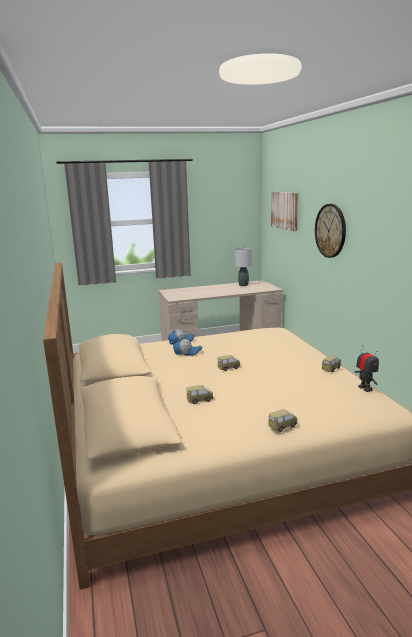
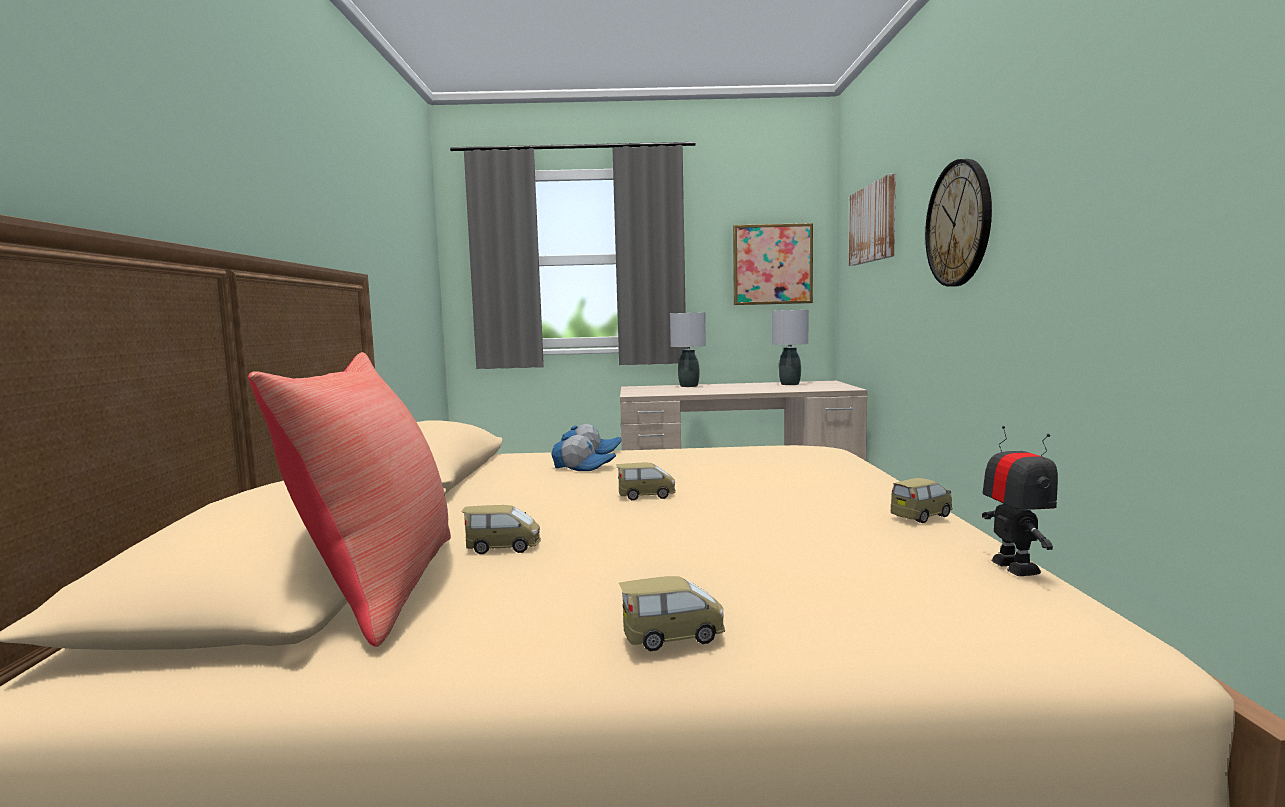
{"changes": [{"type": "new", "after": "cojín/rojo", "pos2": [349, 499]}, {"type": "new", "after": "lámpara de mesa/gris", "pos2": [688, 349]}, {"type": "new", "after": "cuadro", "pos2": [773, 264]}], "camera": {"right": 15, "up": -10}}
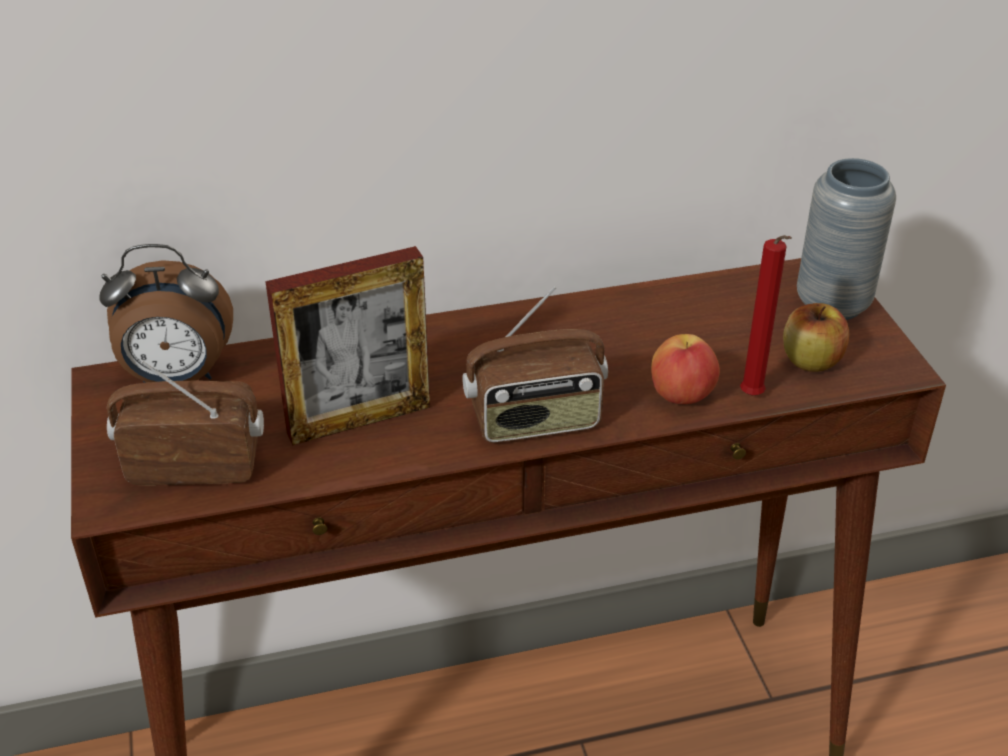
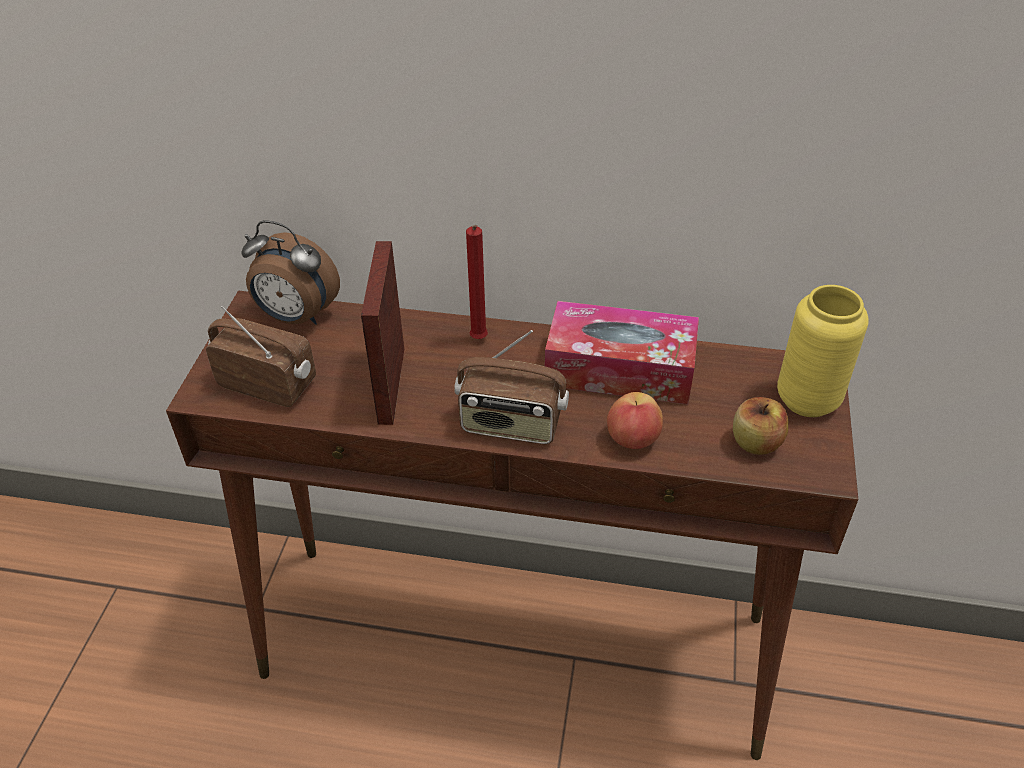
{"changes": [{"type": "new", "after": "caja de pañuelos", "pos2": [622, 352]}, {"type": "shifted", "before": "vela/rojo", "pos1": [766, 315], "pos2": [477, 282]}, {"type": "repainted", "before": "florero/gris", "after": "florero/amarillo", "pos1": [846, 239], "pos2": [823, 351]}, {"type": "rotated", "before": "portarretratos", "pos1": [347, 345], "pos2": [382, 333], "turn": 90}], "camera": {"right": 25, "up": 5}}
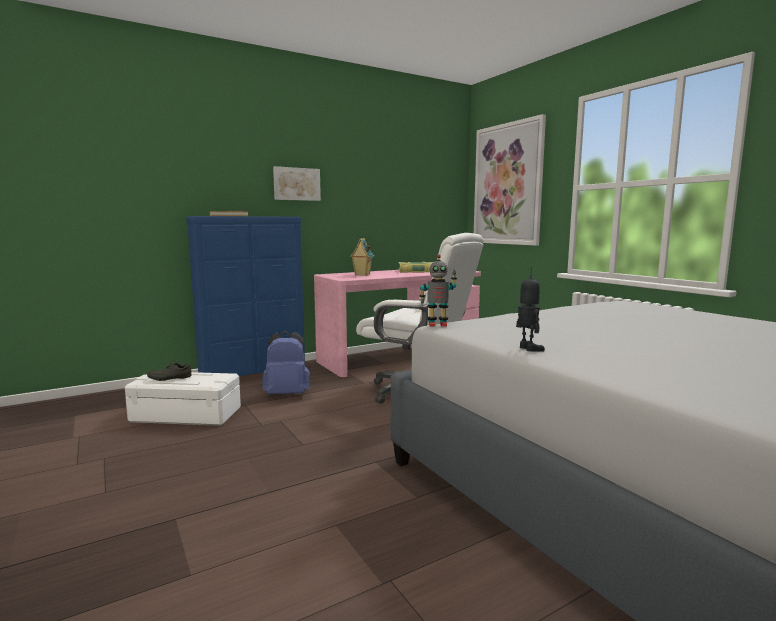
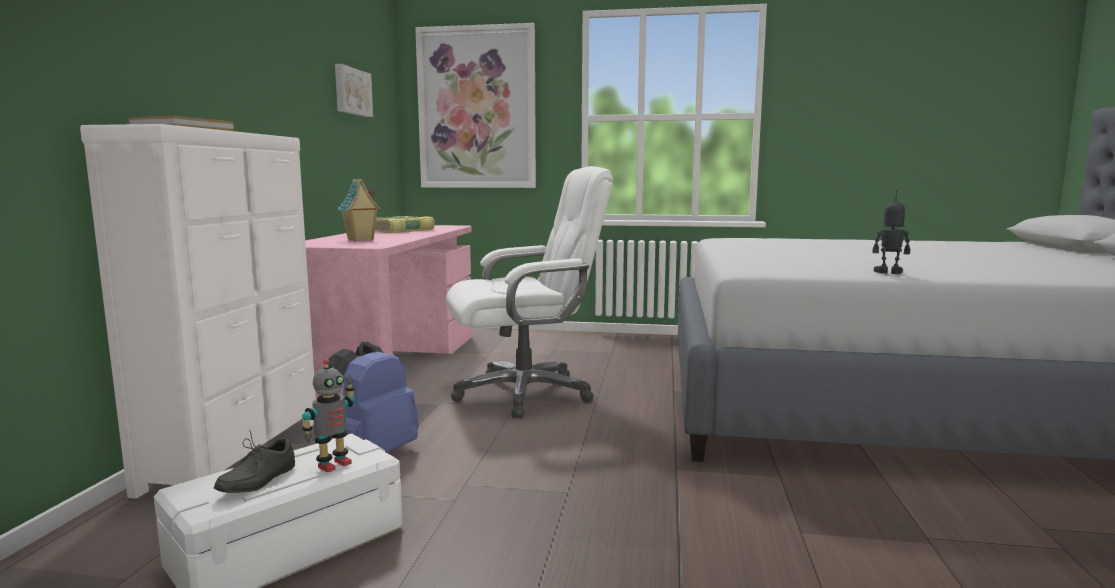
{"changes": [{"type": "shifted", "before": "cuadro", "pos1": [297, 183], "pos2": [354, 90]}, {"type": "shifted", "before": "robot de juguete", "pos1": [438, 290], "pos2": [328, 415]}, {"type": "repainted", "before": "cómoda/azul", "after": "cómoda/blanco", "pos1": [245, 296], "pos2": [198, 311]}], "camera": {"right": -50, "up": 0}}
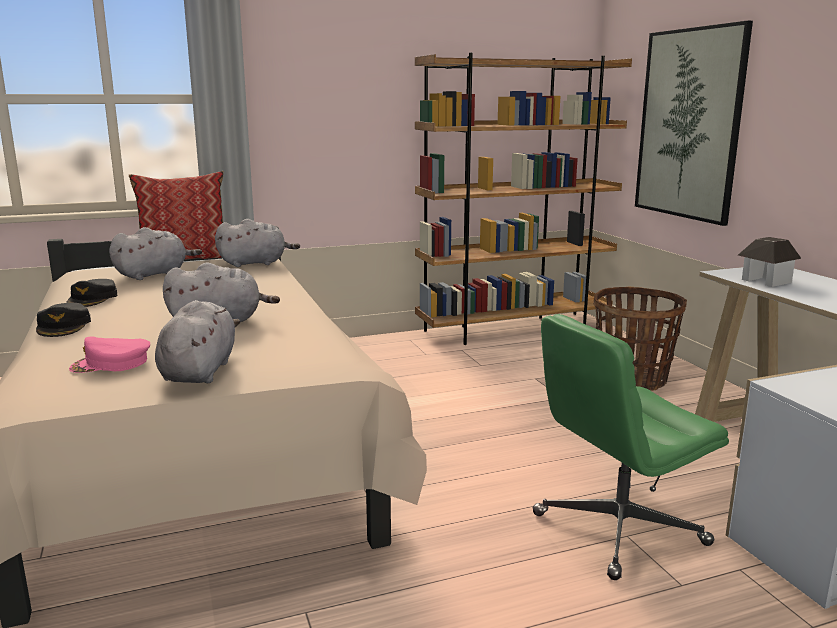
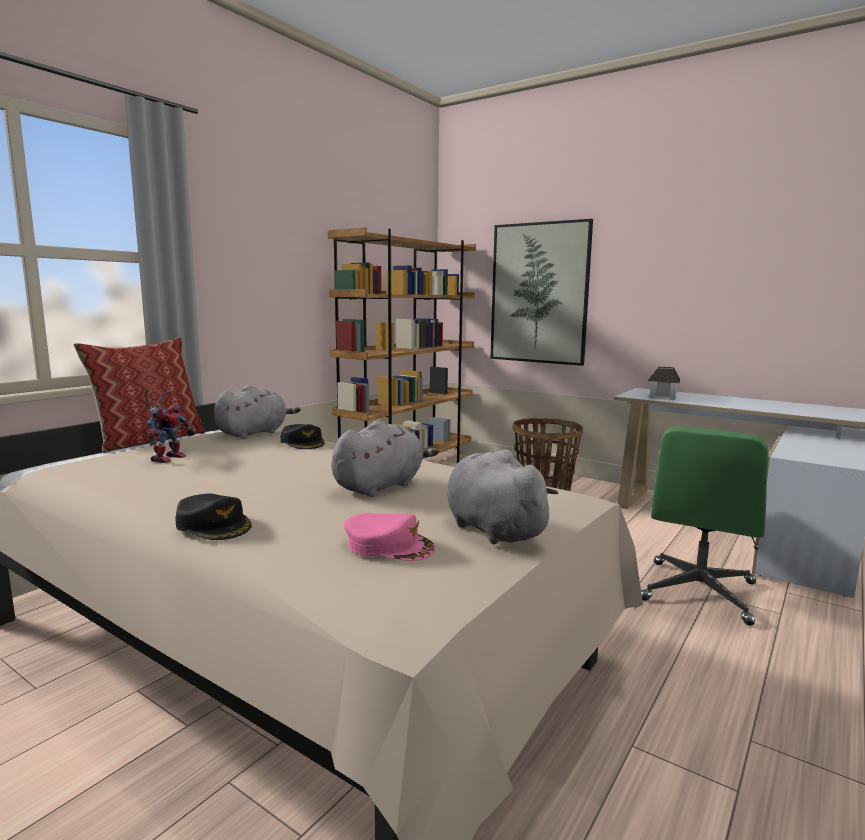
{"changes": [{"type": "shifted", "before": "gorra/negro", "pos1": [91, 293], "pos2": [302, 436]}, {"type": "swapped", "before": "peluche/gris", "after": "robot de juguete", "pos1": [155, 253], "pos2": [169, 426]}, {"type": "rotated", "before": "gorra/rosa", "pos1": [109, 355], "pos2": [389, 537], "turn": -105}], "camera": {"right": -35, "up": -5}}
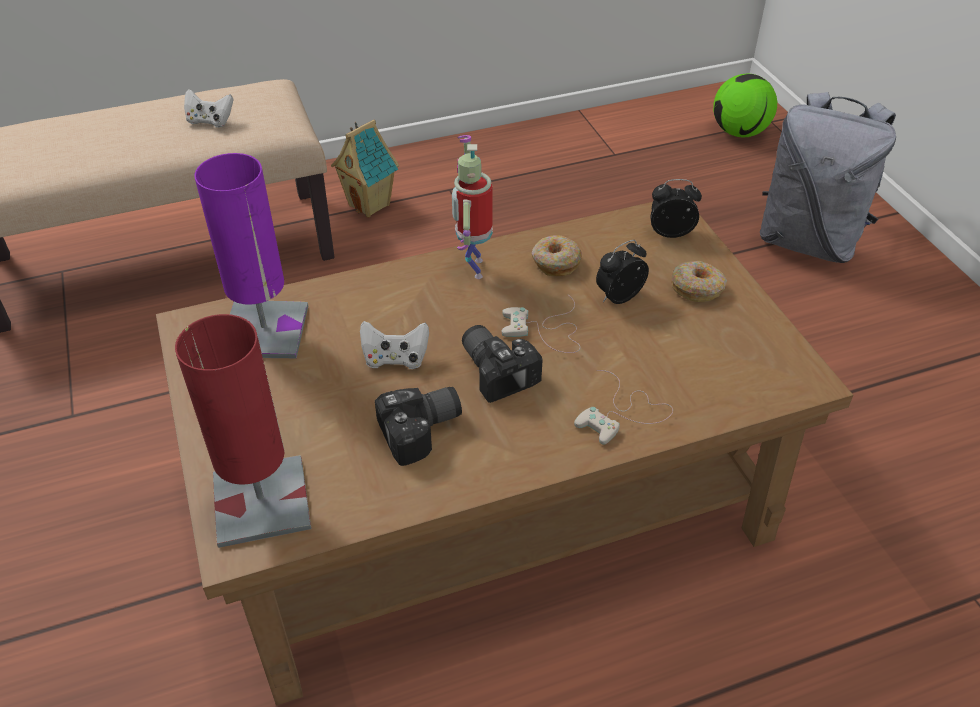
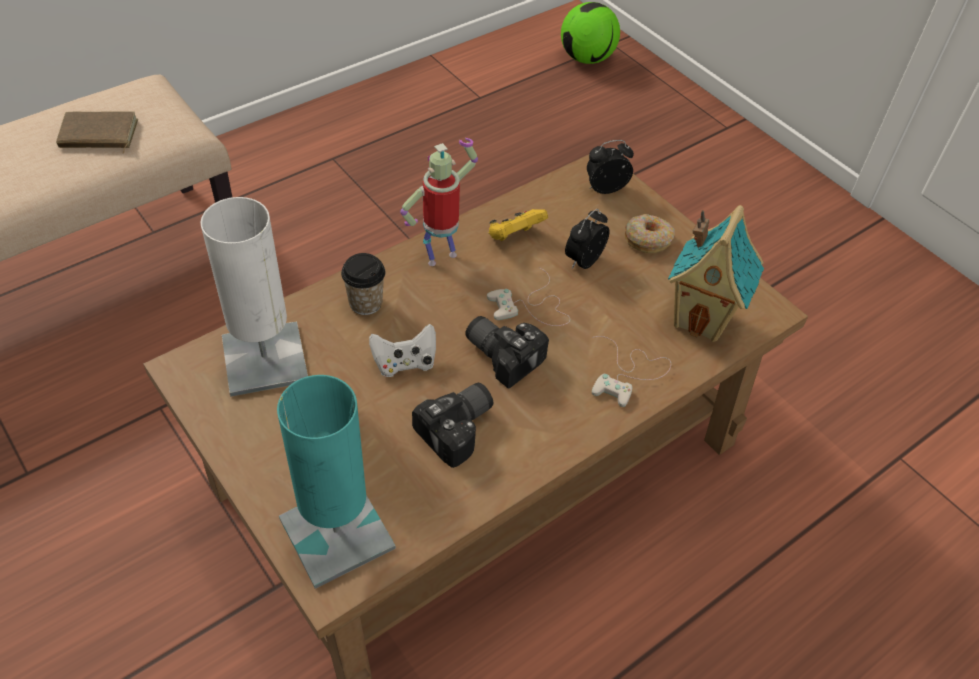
{"changes": [{"type": "gone", "before": "mochila/gris", "pos1": [828, 177]}, {"type": "new", "after": "taza", "pos2": [363, 284]}, {"type": "shifted", "before": "casita", "pos1": [365, 168], "pos2": [716, 273]}, {"type": "swapped", "before": "mando de consola/blanco", "after": "libro/marrón", "pos1": [209, 108], "pos2": [97, 132]}, {"type": "swapped", "before": "rosquilla", "after": "mando de consola/amarillo", "pos1": [557, 255], "pos2": [518, 225]}, {"type": "repainted", "before": "lámpara de mesa/rojo", "after": "lámpara de mesa/turquesa", "pos1": [243, 431], "pos2": [336, 482]}, {"type": "repainted", "before": "lámpara de mesa/morado", "after": "lámpara de mesa/blanco", "pos1": [251, 255], "pos2": [254, 297]}, {"type": "rotated", "before": "robot de juguete", "pos1": [472, 207], "pos2": [439, 202], "turn": 75}], "camera": {"right": -20, "up": 5}}
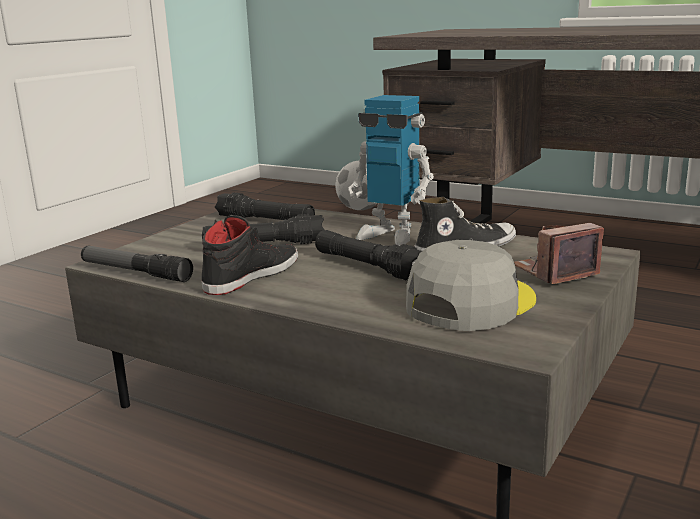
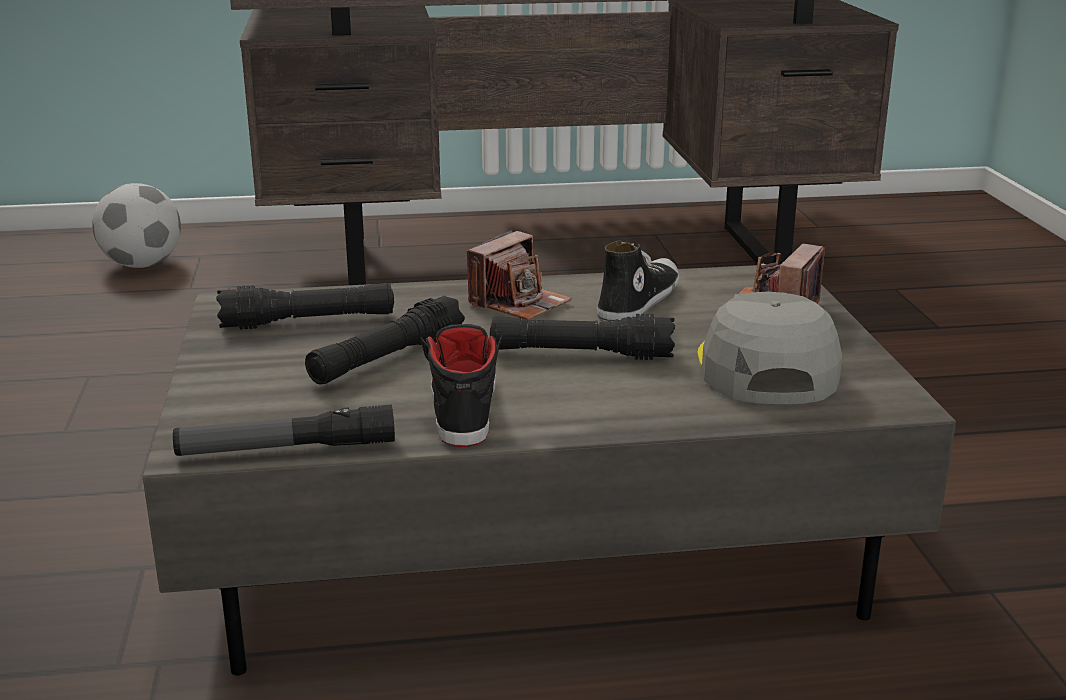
{"changes": [{"type": "swapped", "before": "robot de juguete", "after": "cámara", "pos1": [391, 170], "pos2": [519, 275]}], "camera": {"right": -40, "up": 5}}
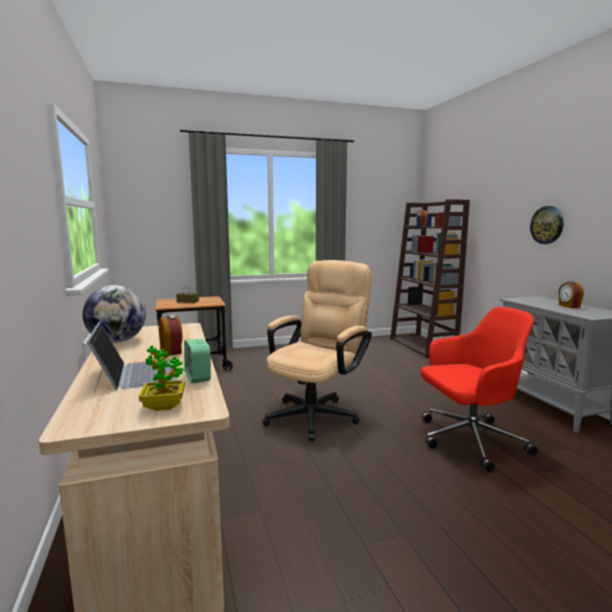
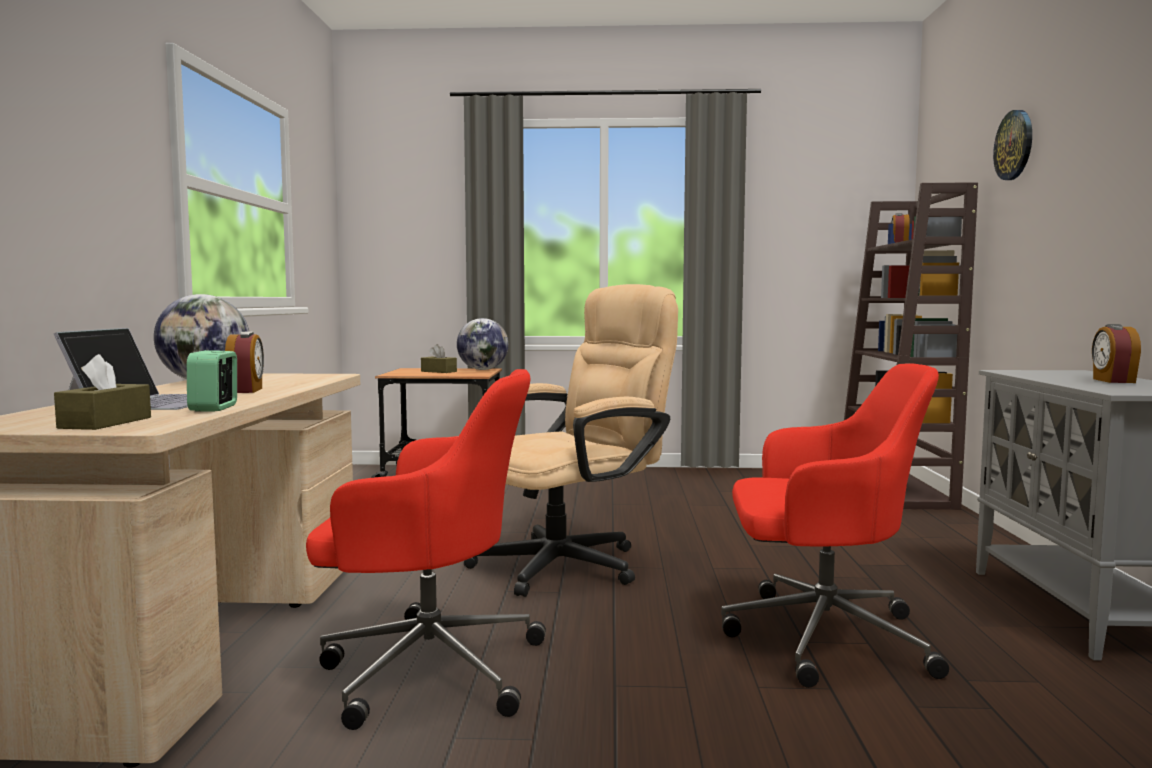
{"changes": [{"type": "new", "after": "silla de oficina/rojo", "pos2": [426, 549]}, {"type": "new", "after": "globo terráqueo", "pos2": [483, 344]}, {"type": "shifted", "before": "reloj de pared", "pos1": [547, 225], "pos2": [1012, 145]}, {"type": "swapped", "before": "planta en maceta", "after": "caja de pañuelos/marrón", "pos1": [162, 378], "pos2": [102, 392]}], "camera": {"right": 20, "up": -5}}
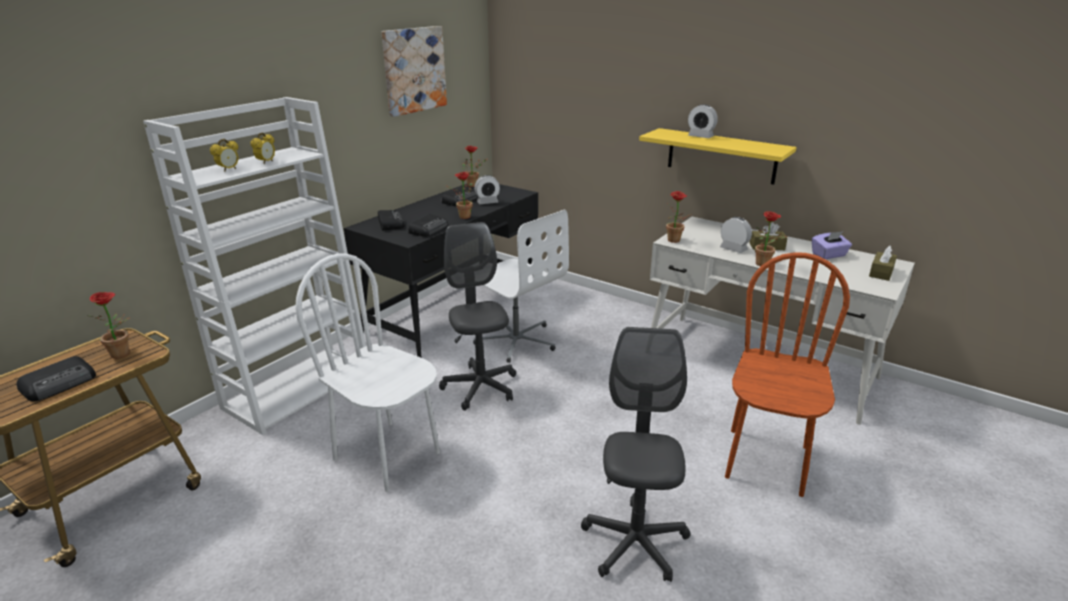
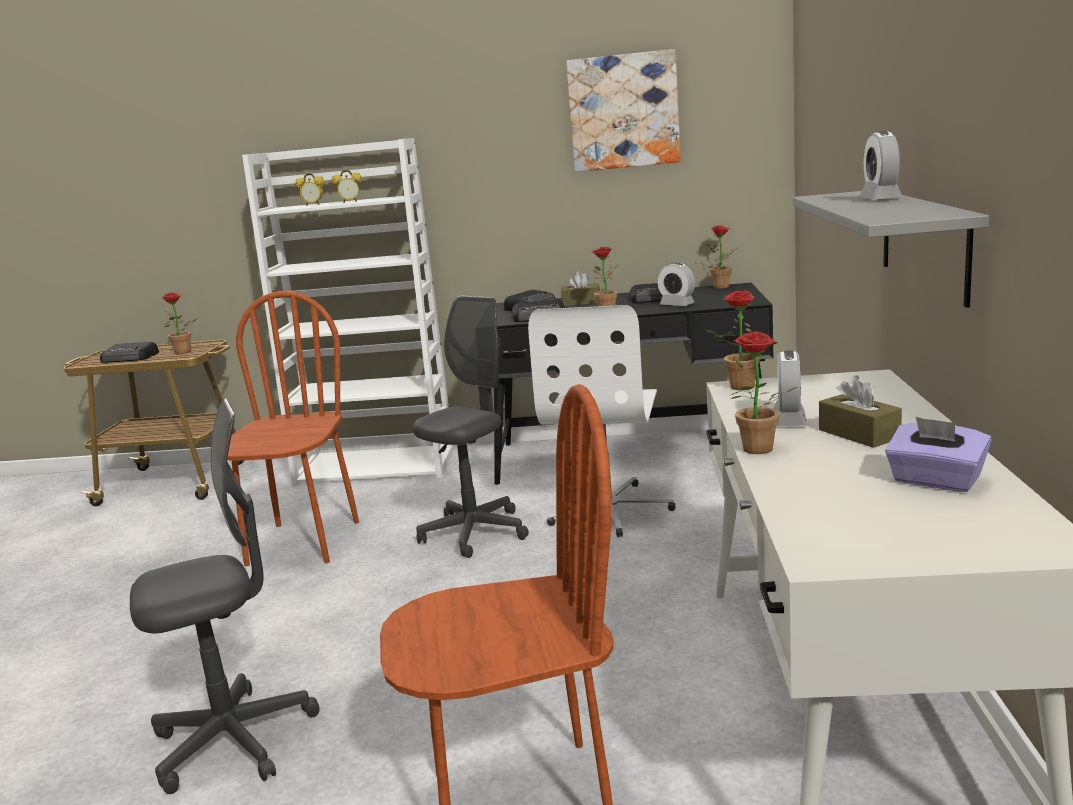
{"changes": [{"type": "shifted", "before": "caja de pañuelos/marrón", "pos1": [883, 263], "pos2": [580, 289]}, {"type": "repainted", "before": "silla/blanco", "after": "silla/marrón", "pos1": [367, 372], "pos2": [293, 428]}, {"type": "repainted", "before": "estante/amarillo", "after": "estante/gris", "pos1": [718, 156], "pos2": [891, 249]}], "camera": {"right": 60, "up": -10}}
